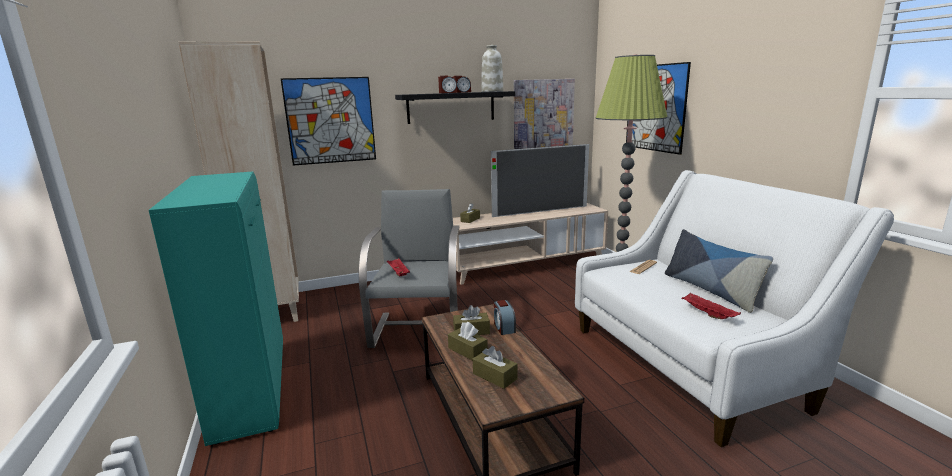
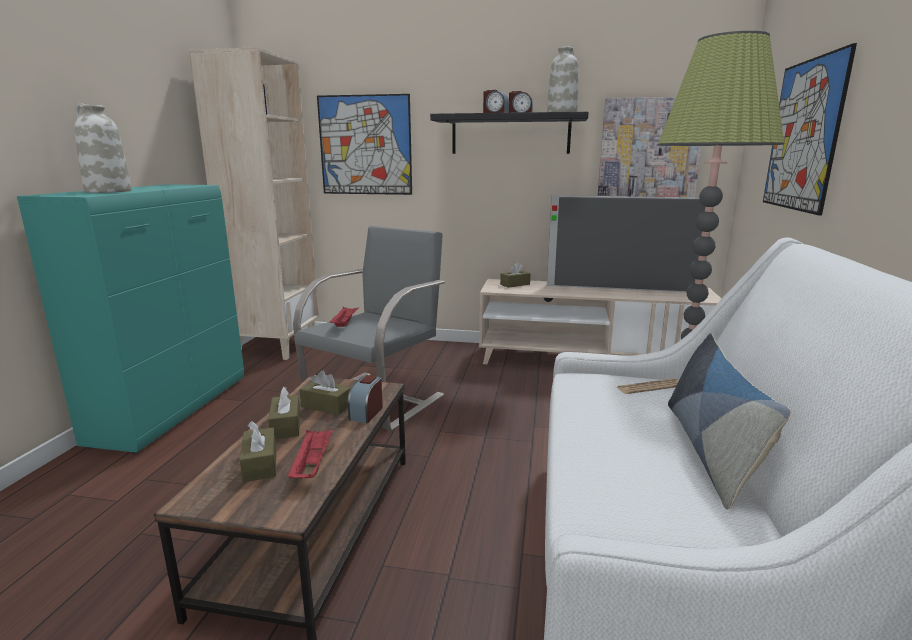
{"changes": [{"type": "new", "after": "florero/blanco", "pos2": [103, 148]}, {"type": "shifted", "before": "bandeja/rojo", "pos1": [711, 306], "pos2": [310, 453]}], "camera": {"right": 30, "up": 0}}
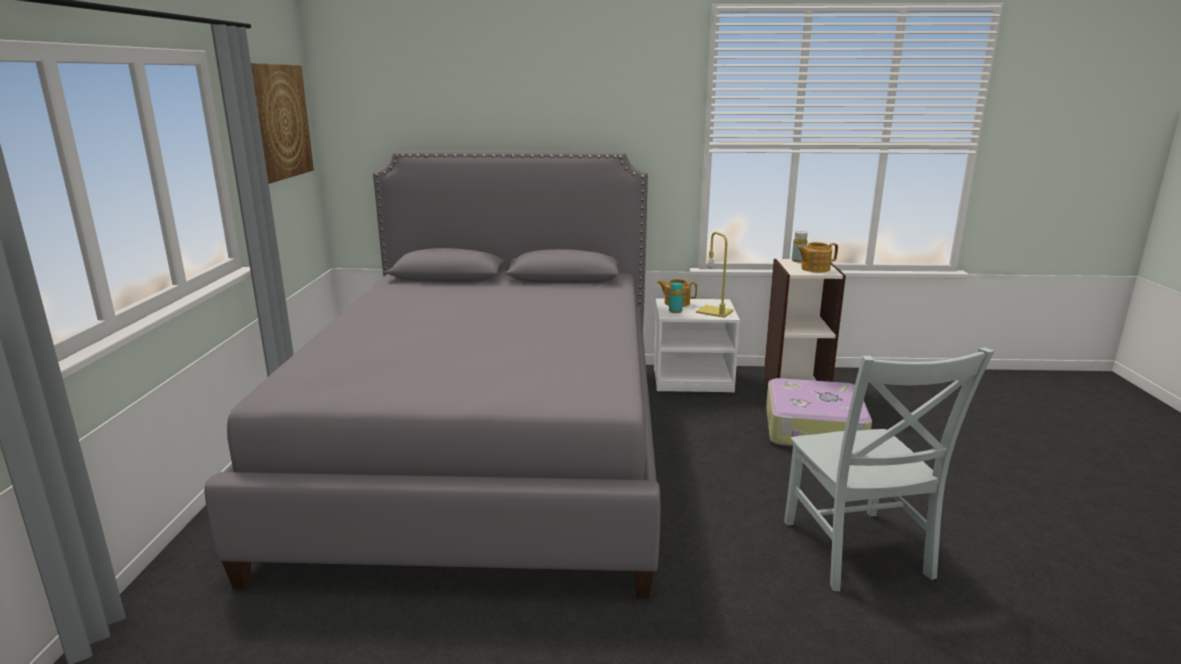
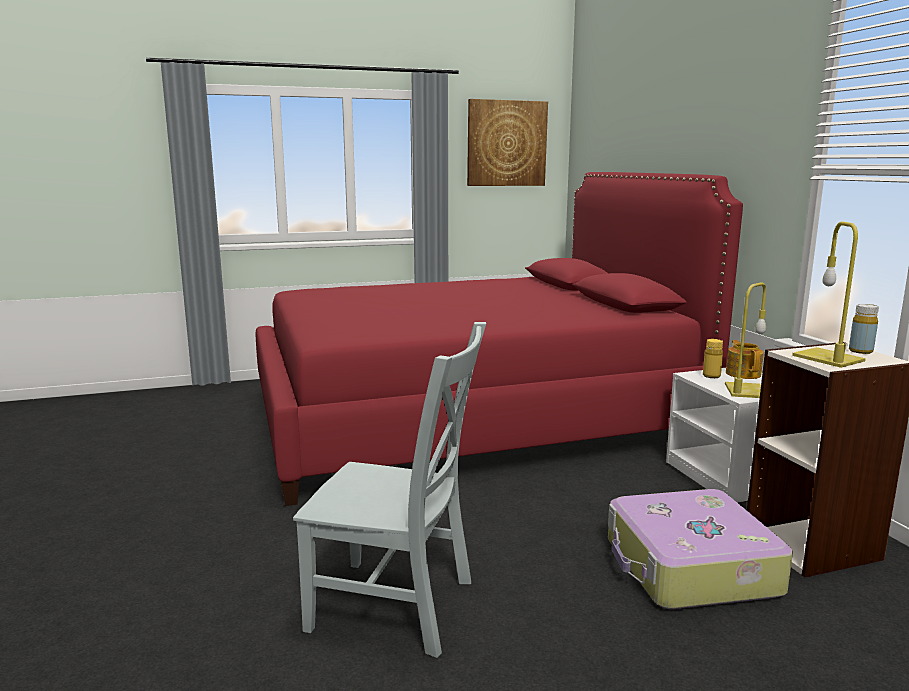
{"changes": [{"type": "swapped", "before": "tetera", "after": "lámpara de mesa/amarillo", "pos1": [817, 257], "pos2": [829, 294]}, {"type": "repainted", "before": "cama/gris", "after": "cama/rojo", "pos1": [432, 374], "pos2": [499, 339]}, {"type": "repainted", "before": "botella/turquesa", "after": "botella/amarillo", "pos1": [676, 297], "pos2": [713, 358]}, {"type": "rotated", "before": "silla/gris", "pos1": [889, 469], "pos2": [389, 490], "turn": -135}], "camera": {"right": 70, "up": -5}}
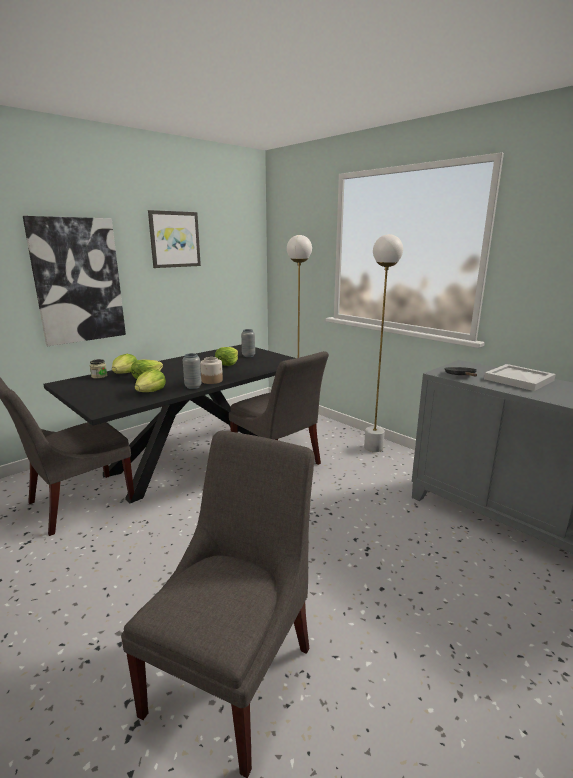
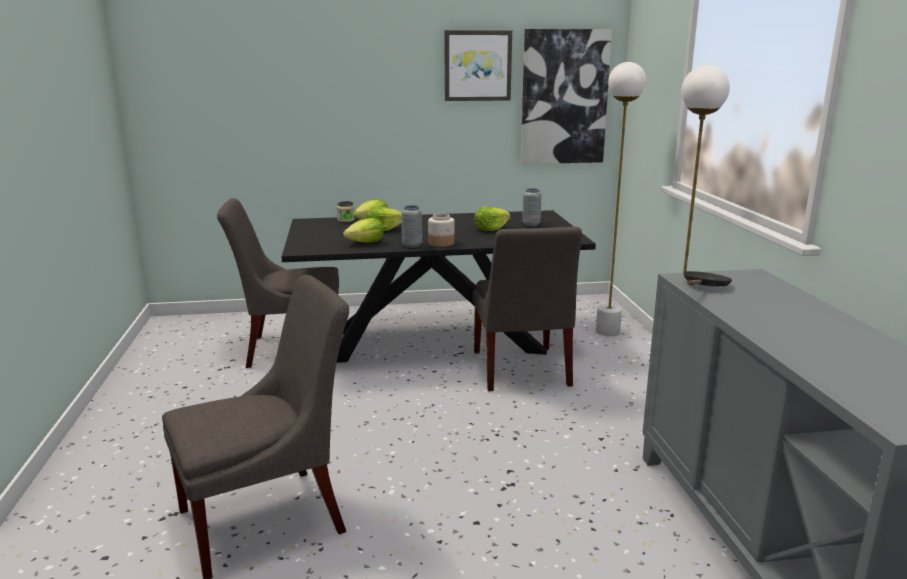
{"changes": [{"type": "gone", "before": "bandeja/blanco", "pos1": [520, 377]}, {"type": "shifted", "before": "cuadro", "pos1": [74, 281], "pos2": [566, 96]}], "camera": {"right": 35, "up": 0}}
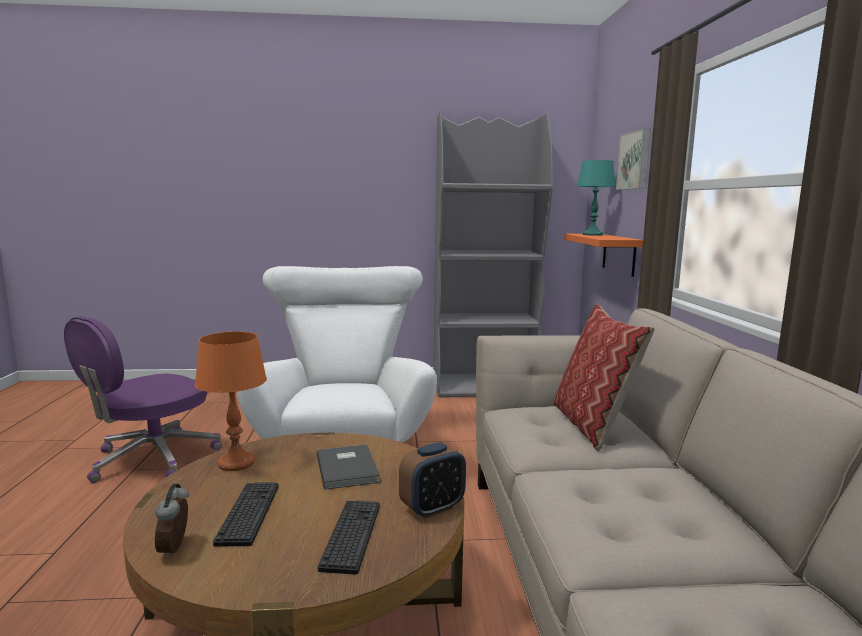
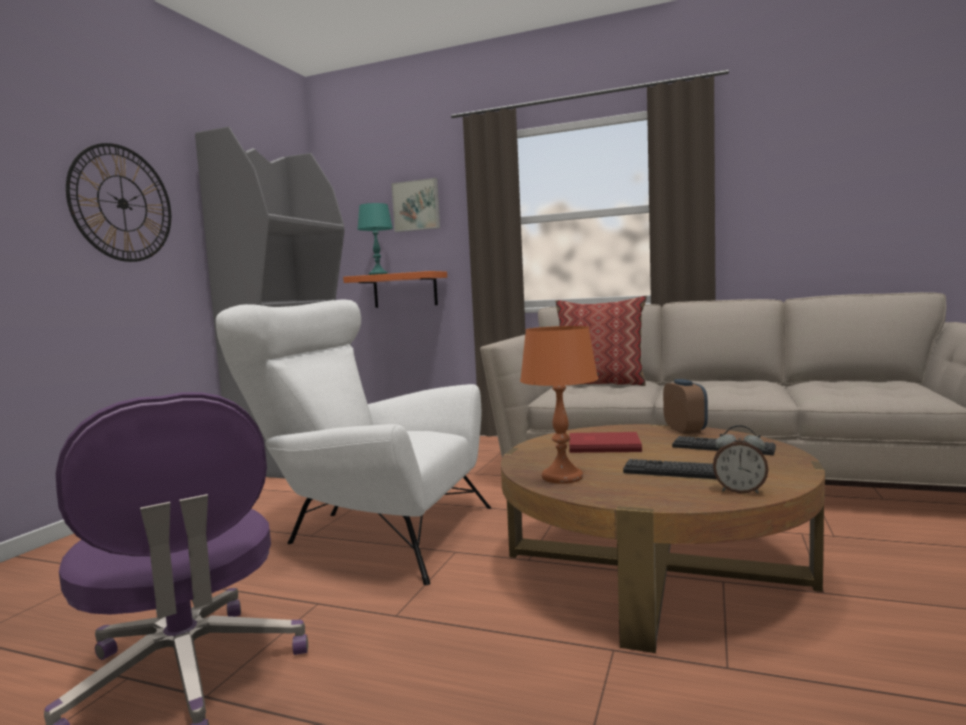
{"changes": [{"type": "new", "after": "reloj de pared", "pos2": [118, 202]}, {"type": "repainted", "before": "libro/gris", "after": "libro/rojo", "pos1": [348, 467], "pos2": [605, 442]}], "camera": {"right": -65, "up": -5}}
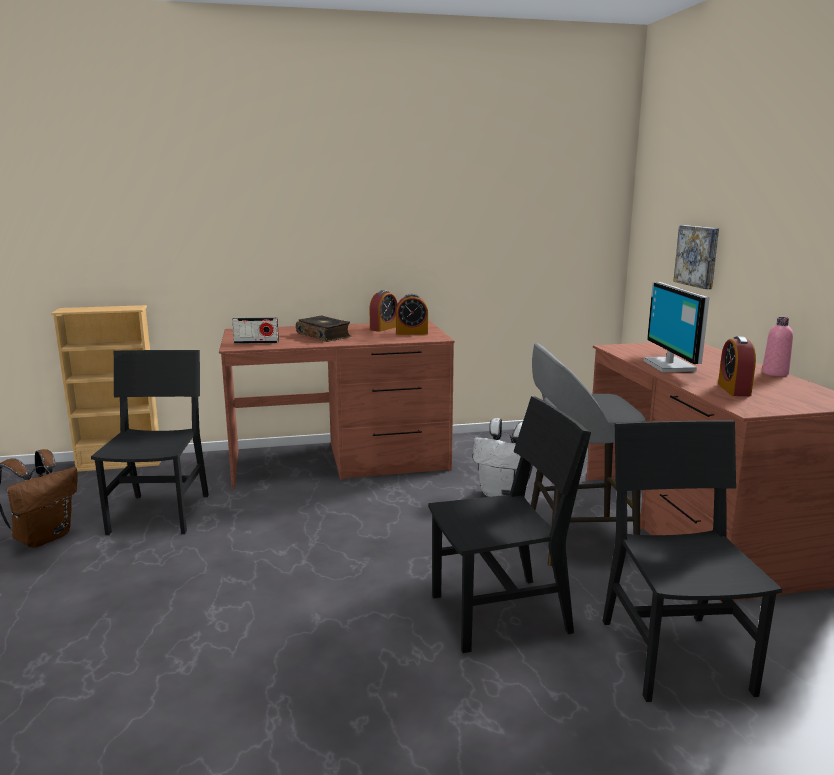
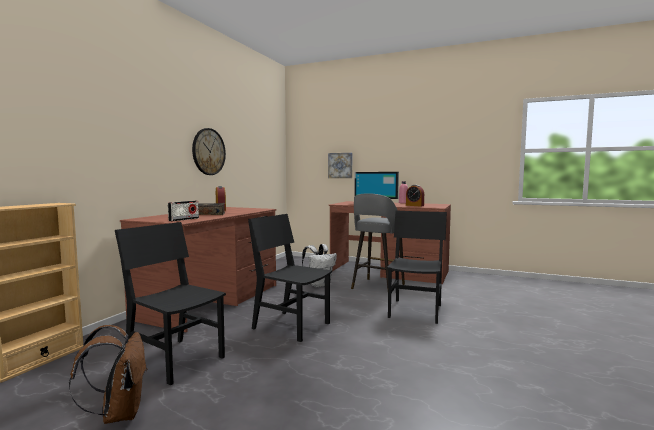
{"changes": [{"type": "gone", "before": "despertador", "pos1": [412, 314]}, {"type": "new", "after": "reloj de pared", "pos2": [209, 151]}, {"type": "shifted", "before": "silla/negro", "pos1": [692, 561], "pos2": [290, 278]}], "camera": {"right": -55, "up": -10}}
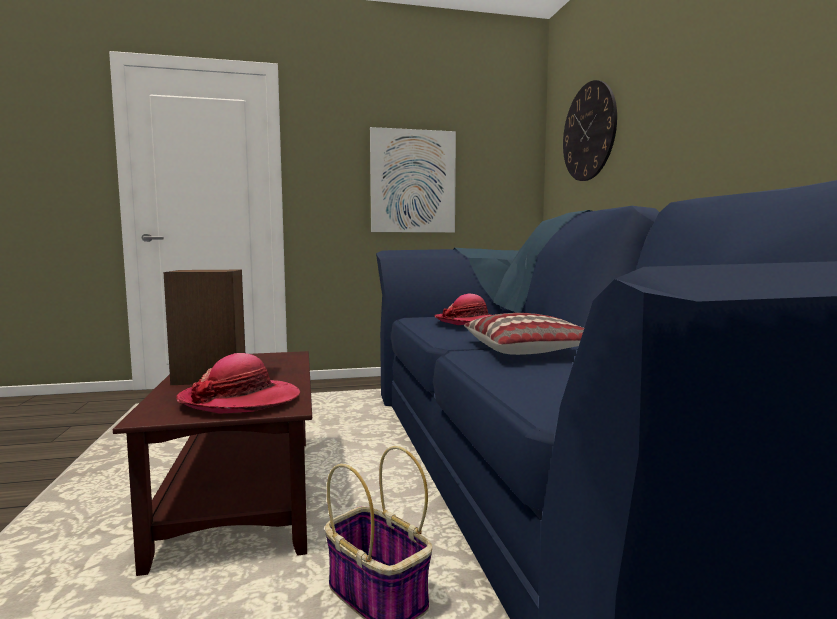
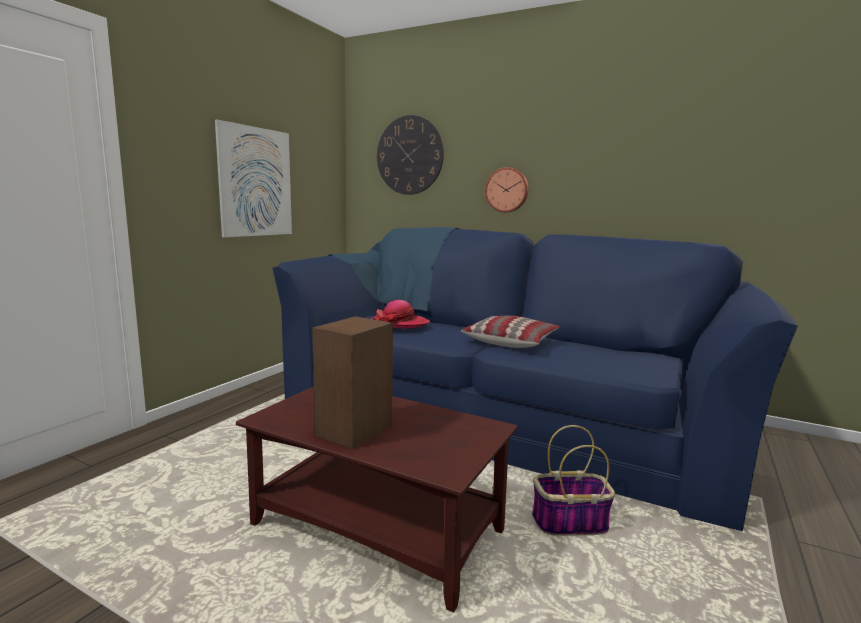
{"changes": [{"type": "gone", "before": "sombrero", "pos1": [238, 383]}, {"type": "new", "after": "reloj de pared", "pos2": [506, 189]}], "camera": {"right": -50, "up": 5}}
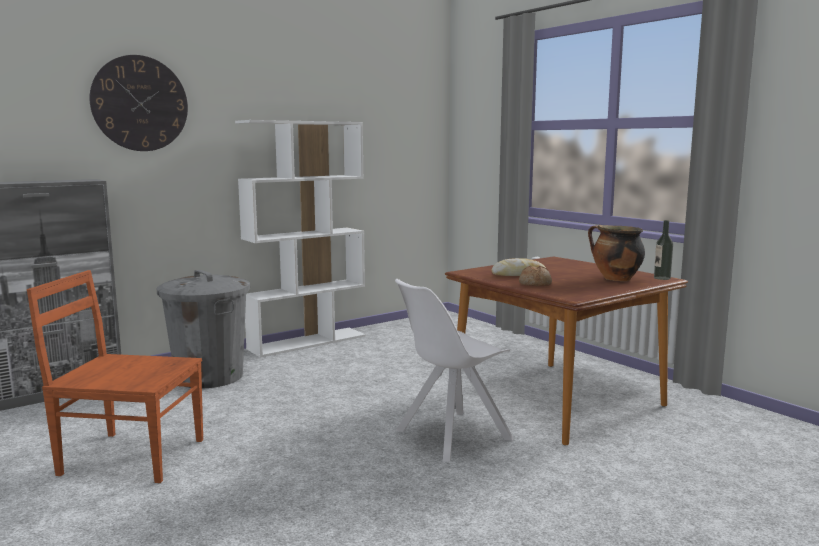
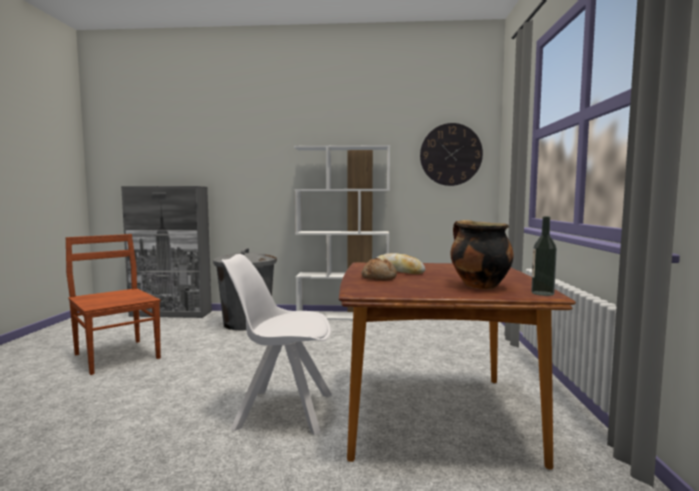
{"changes": [{"type": "shifted", "before": "reloj de pared", "pos1": [139, 103], "pos2": [451, 154]}], "camera": {"right": 40, "up": -5}}
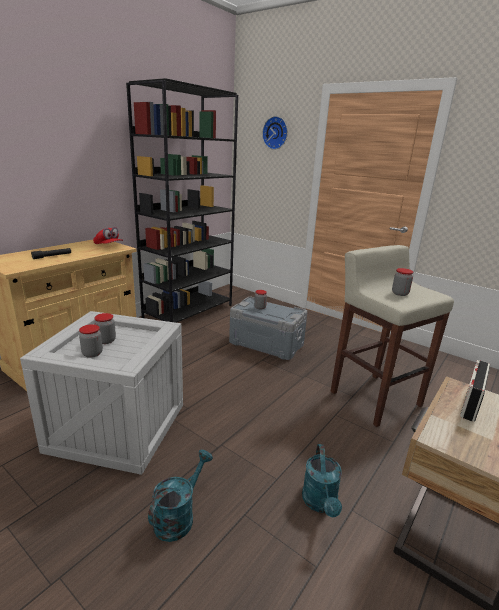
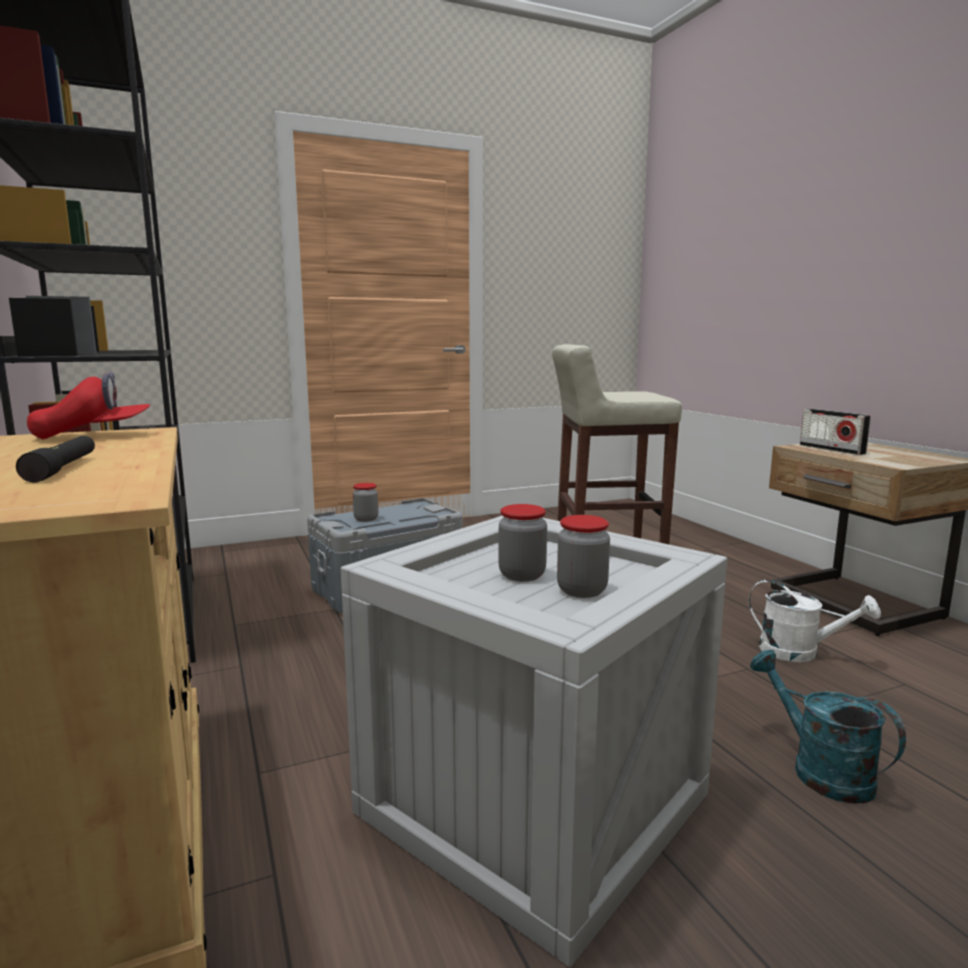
{"changes": [{"type": "gone", "before": "reloj de pared", "pos1": [275, 133]}, {"type": "gone", "before": "tarro", "pos1": [402, 282]}, {"type": "repainted", "before": "regadera/turquesa", "after": "regadera/blanco", "pos1": [322, 480], "pos2": [815, 621]}], "camera": {"right": -60, "up": -10}}
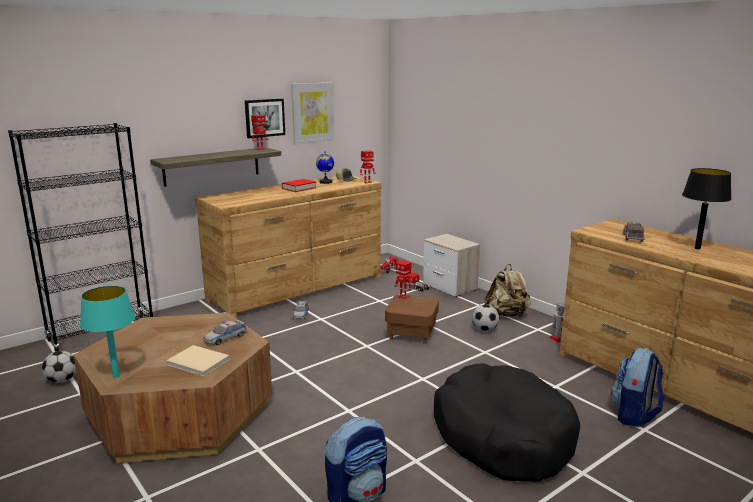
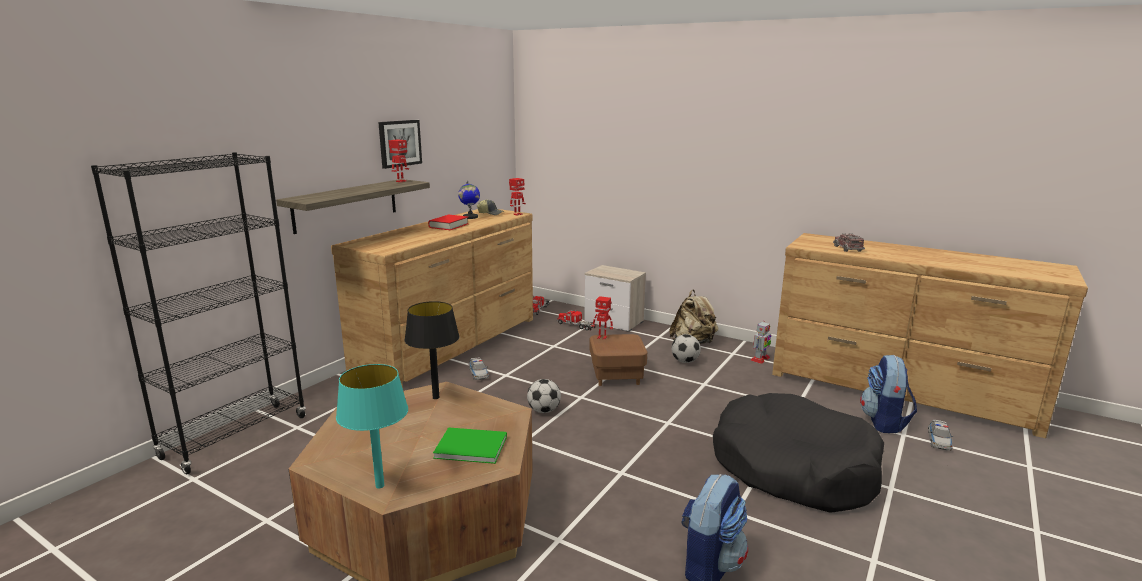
{"changes": [{"type": "gone", "before": "cuadro", "pos1": [312, 113]}, {"type": "shifted", "before": "balón de fútbol", "pos1": [59, 367], "pos2": [544, 396]}, {"type": "shifted", "before": "coche de juguete", "pos1": [225, 332], "pos2": [941, 435]}, {"type": "shifted", "before": "lámpara de mesa/negro", "pos1": [707, 208], "pos2": [431, 350]}, {"type": "repainted", "before": "libro/beis", "after": "libro/verde", "pos1": [198, 360], "pos2": [470, 445]}], "camera": {"right": -20, "up": 0}}
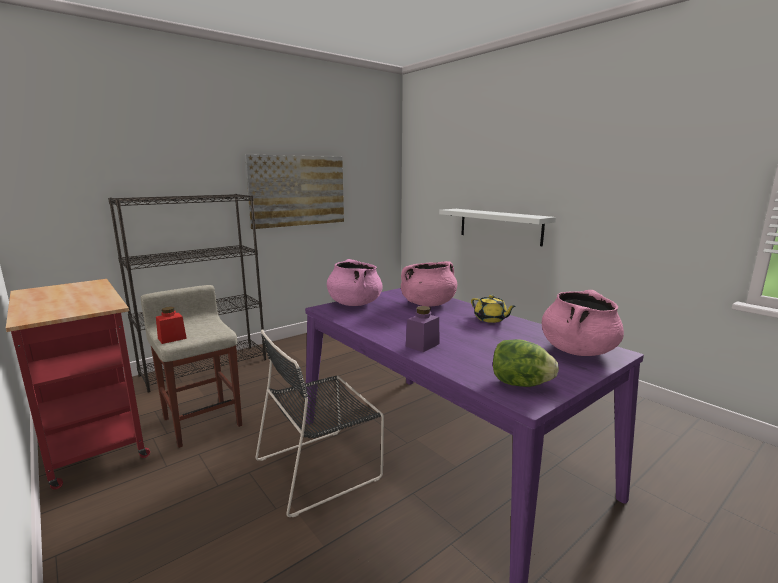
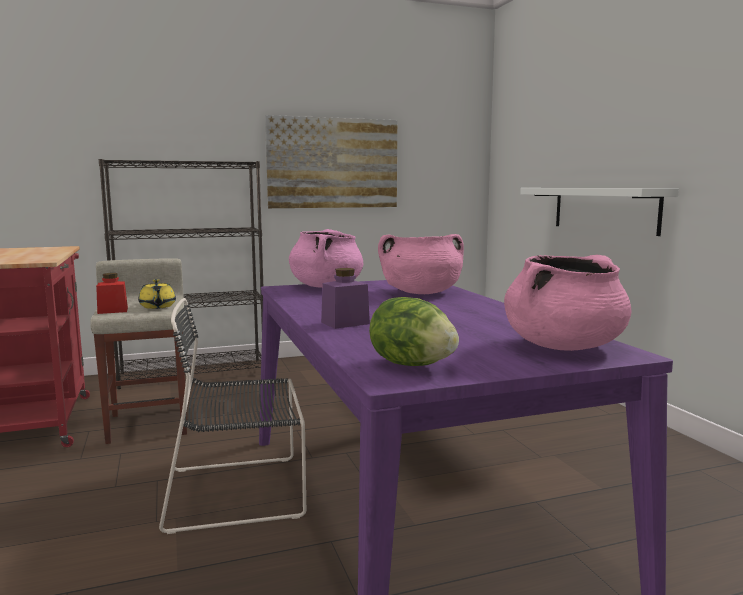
{"changes": [{"type": "shifted", "before": "tetera/amarillo", "pos1": [493, 309], "pos2": [157, 294]}], "camera": {"right": 20, "up": -5}}
